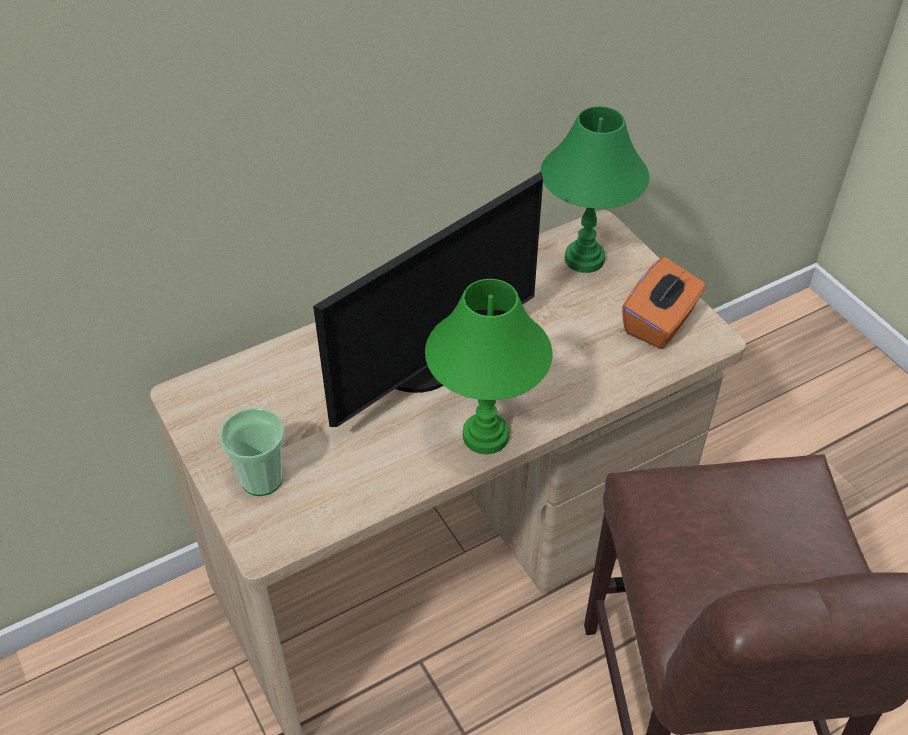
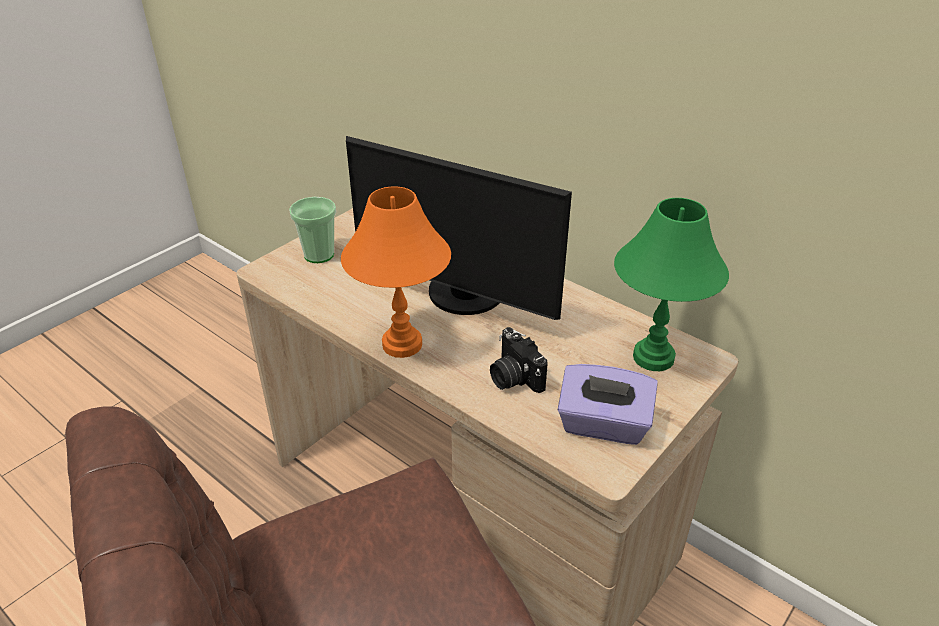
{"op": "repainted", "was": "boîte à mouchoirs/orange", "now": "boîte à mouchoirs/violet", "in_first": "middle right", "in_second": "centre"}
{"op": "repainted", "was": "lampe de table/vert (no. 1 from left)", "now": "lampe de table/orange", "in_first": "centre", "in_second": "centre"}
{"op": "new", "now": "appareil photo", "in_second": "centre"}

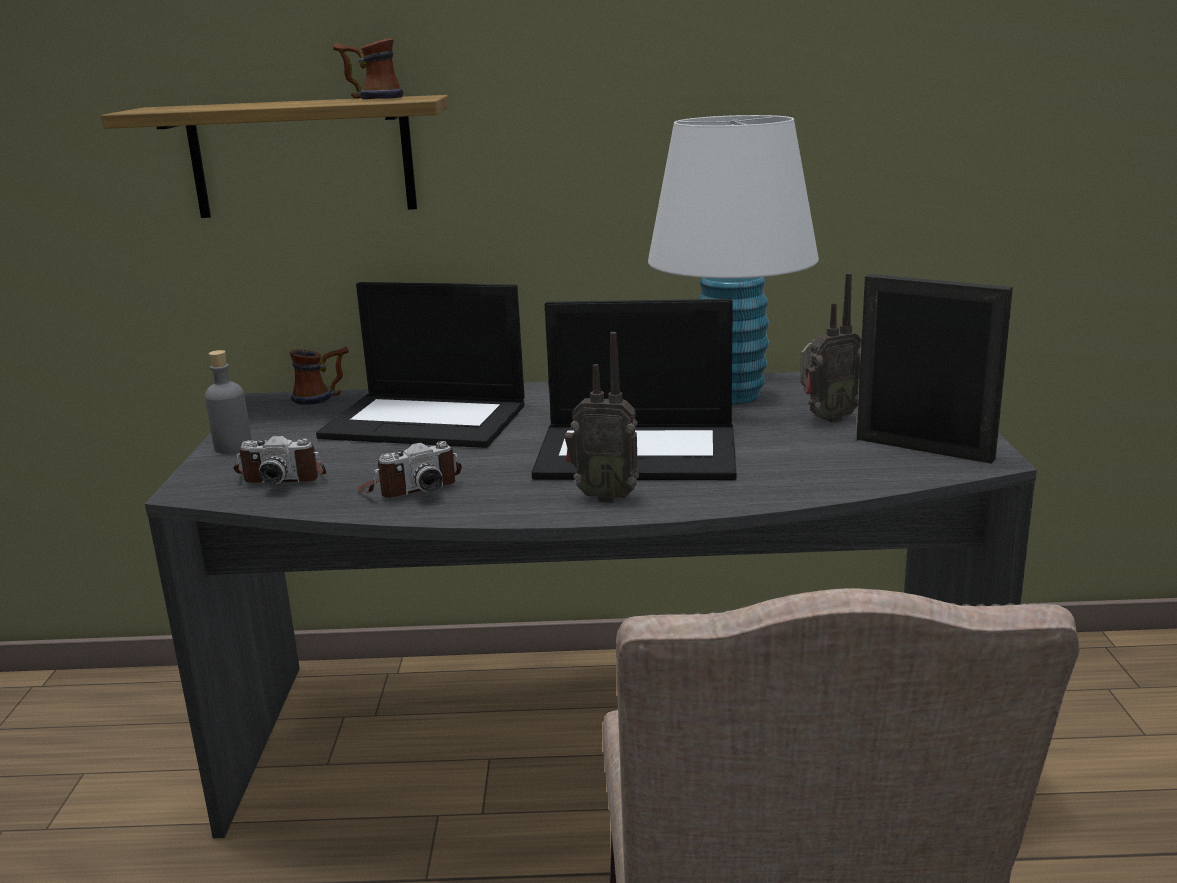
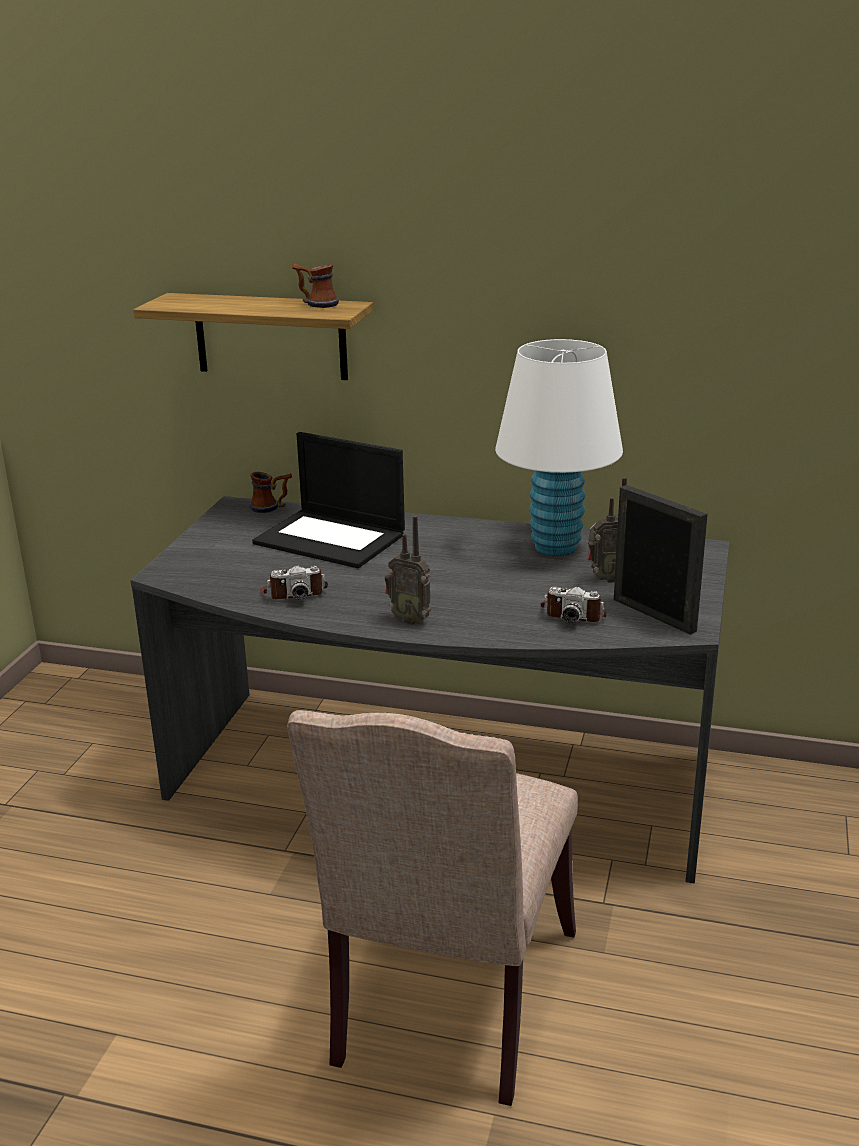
{"op": "gone", "was": "ordinateur portable (no. 2 from left)", "in_first": "centre"}
{"op": "gone", "was": "bouteille/gris", "in_first": "middle left"}
{"op": "shifted", "was": "appareil photo (no. 1 from left in the first image)", "now": "appareil photo (no. 2 from left)", "in_first": "middle left", "in_second": "middle right"}

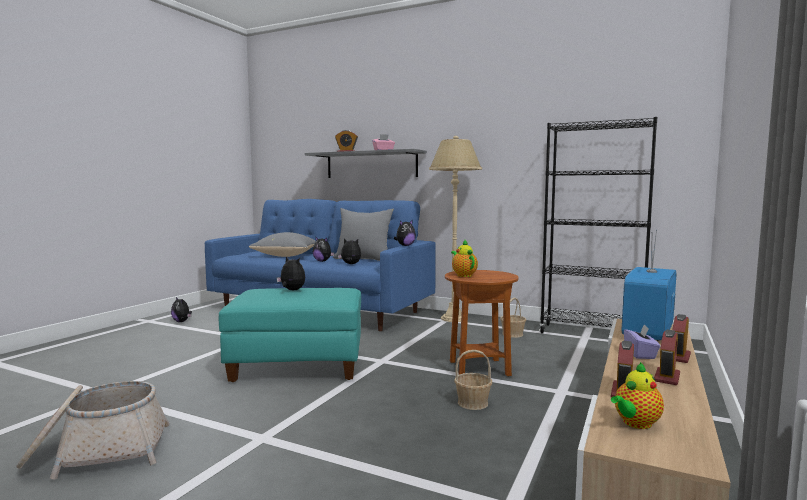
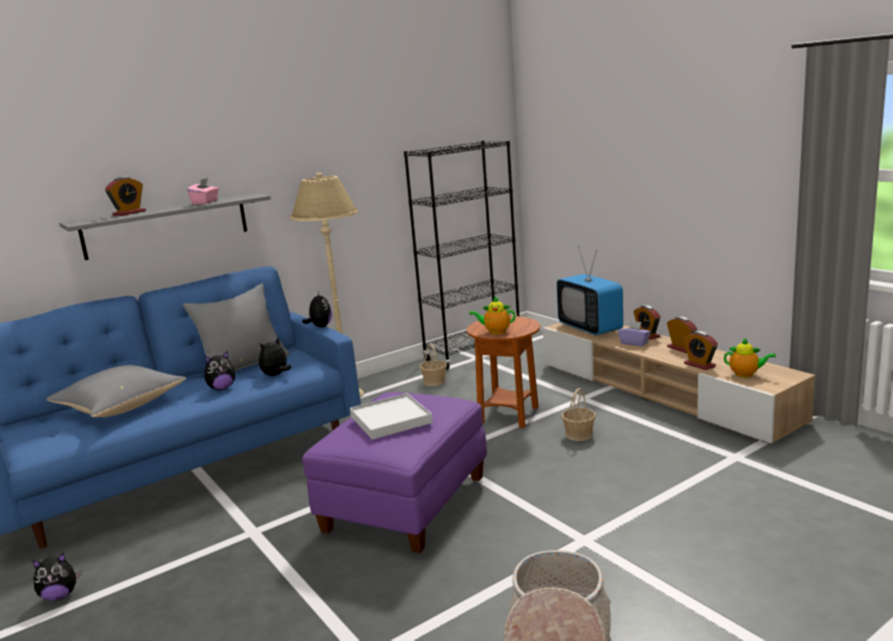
{"op": "swapped", "was": "peluche (no. 2 from left)", "now": "plateau/blanc", "in_first": "centre", "in_second": "centre"}
{"op": "repainted", "was": "pouf/turquoise", "now": "pouf/violet", "in_first": "bottom centre", "in_second": "bottom centre"}
{"op": "rotated", "was": "théière (no. 2 from left)", "in_first": "bottom right", "in_second": "middle right", "clockwise": -60}

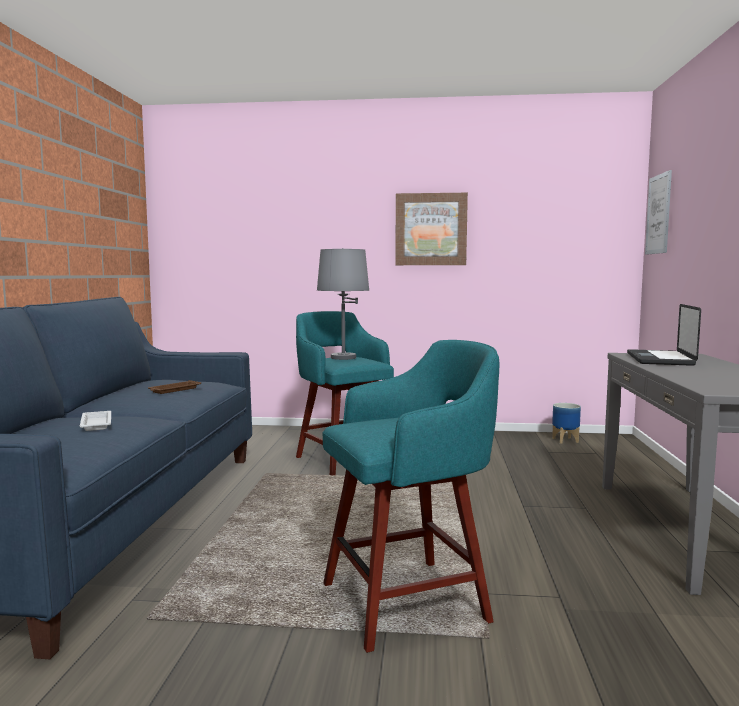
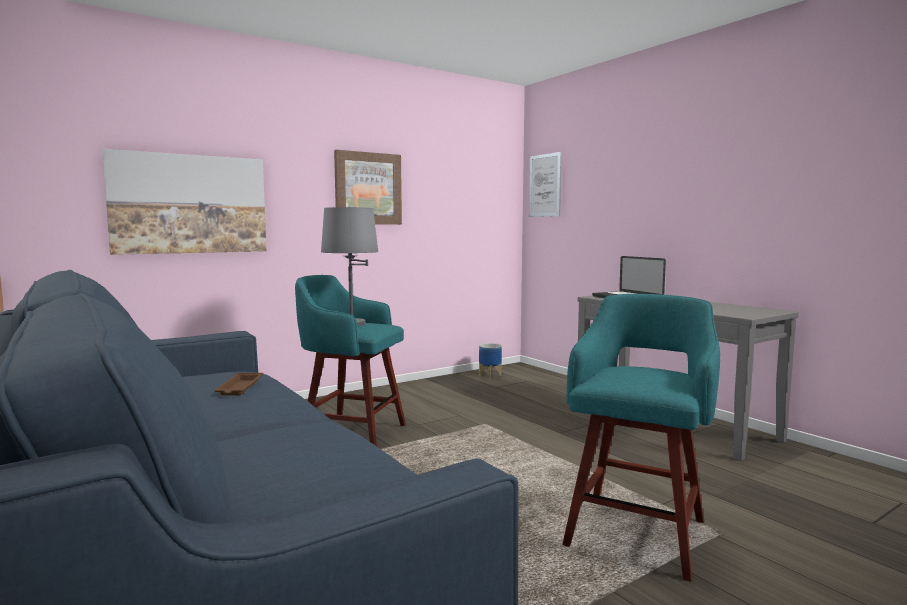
{"op": "gone", "was": "plateau/blanc", "in_first": "middle left"}
{"op": "new", "now": "tableau (no. 1 from left)", "in_second": "middle left"}

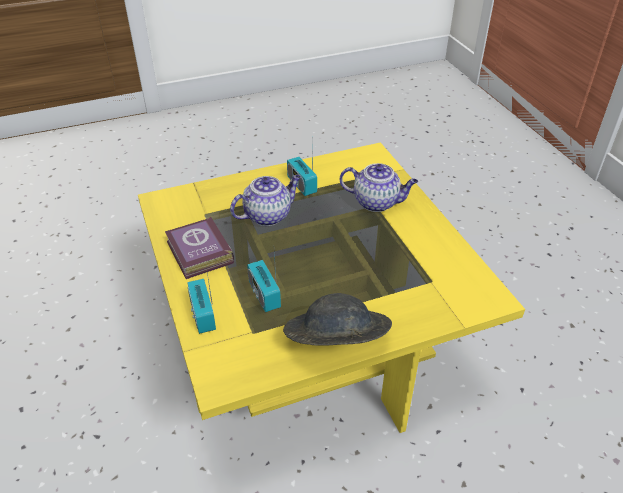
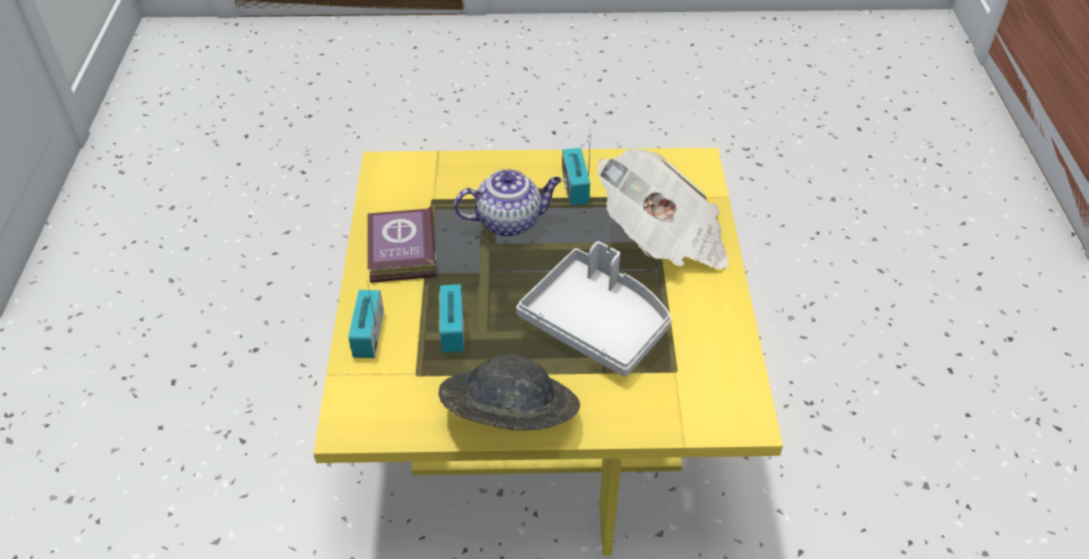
{"op": "swapped", "was": "théière (no. 2 from left)", "now": "journal", "in_first": "centre", "in_second": "centre"}
{"op": "new", "now": "plateau/gris", "in_second": "centre"}

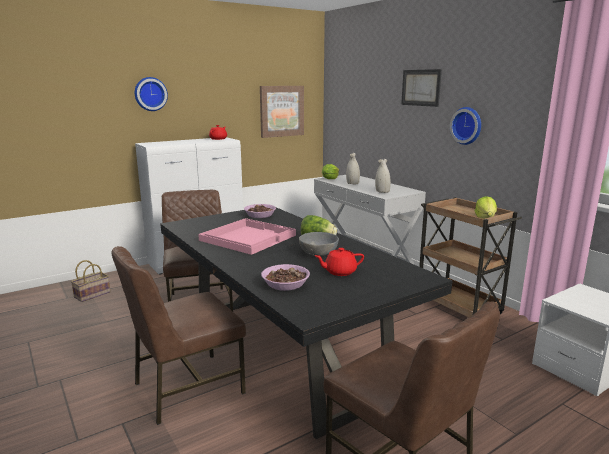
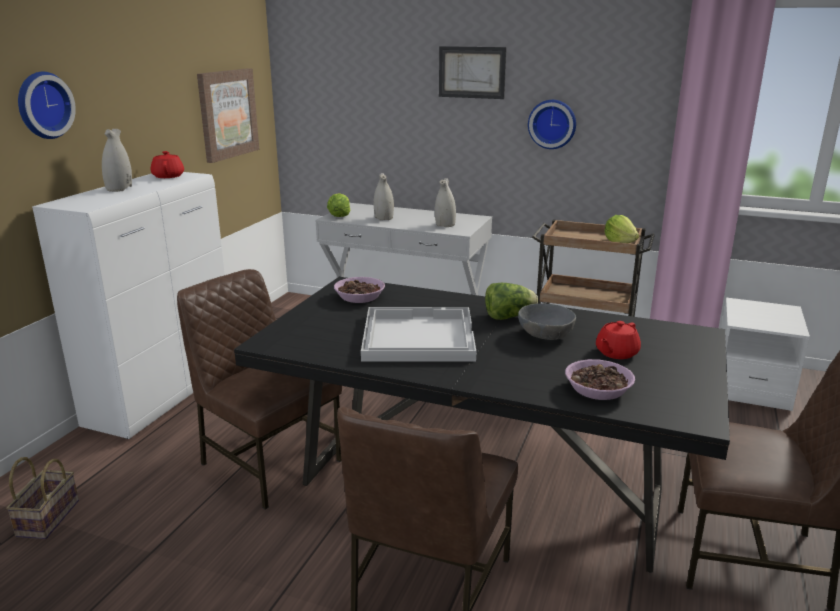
{"op": "repainted", "was": "plateau/rose", "now": "plateau/blanc", "in_first": "centre", "in_second": "centre"}
{"op": "new", "now": "vase/blanc (no. 1 from left)", "in_second": "top left"}

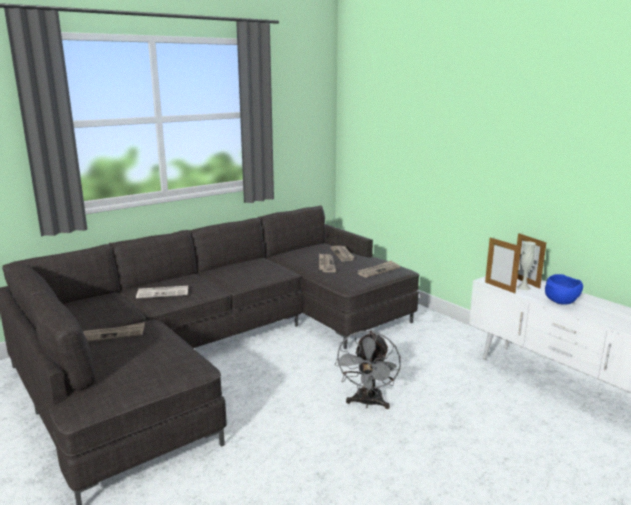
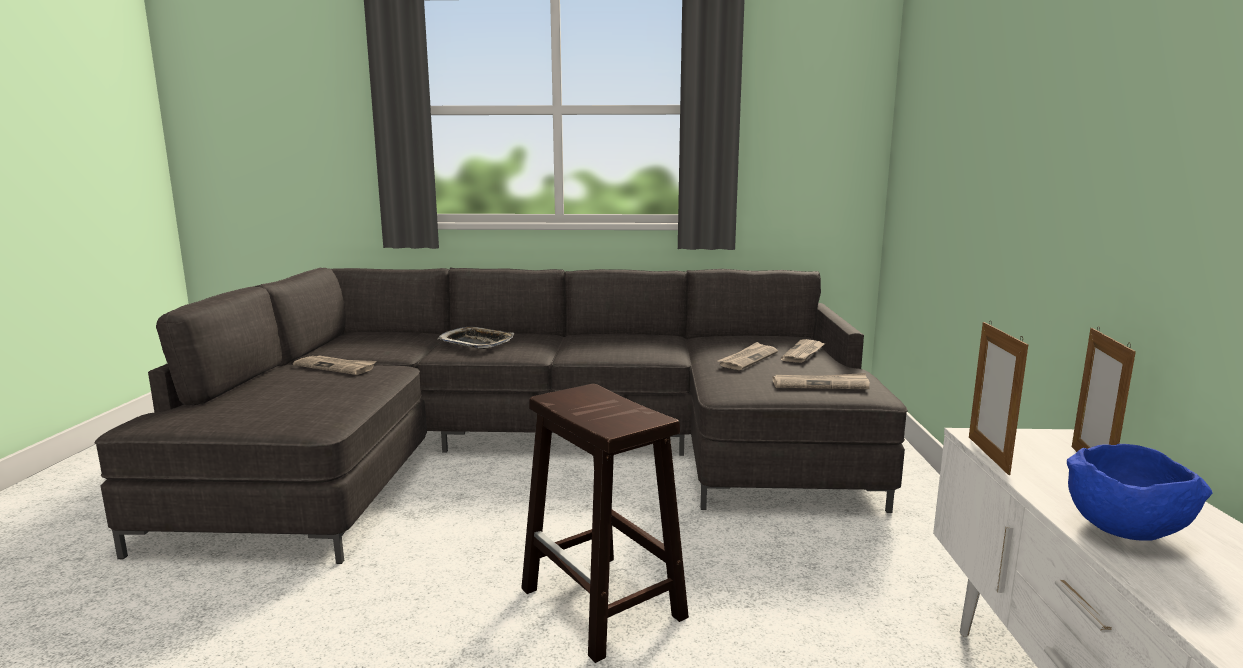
{"op": "gone", "was": "vase/blanc", "in_first": "middle right"}
{"op": "swapped", "was": "journal (no. 2 from left)", "now": "plateau", "in_first": "middle left", "in_second": "centre"}
{"op": "swapped", "was": "ventilateur/gris", "now": "tabouret/marron", "in_first": "bottom centre", "in_second": "bottom centre"}

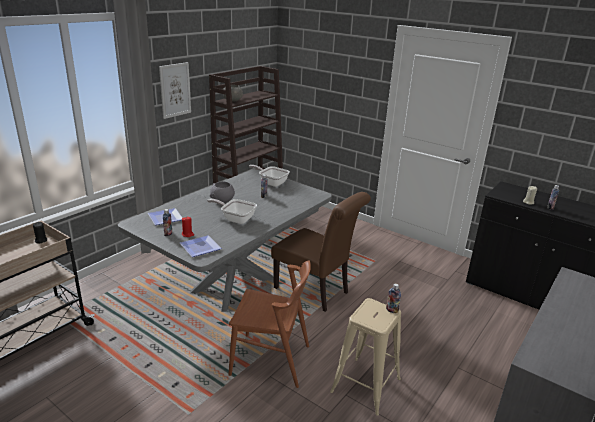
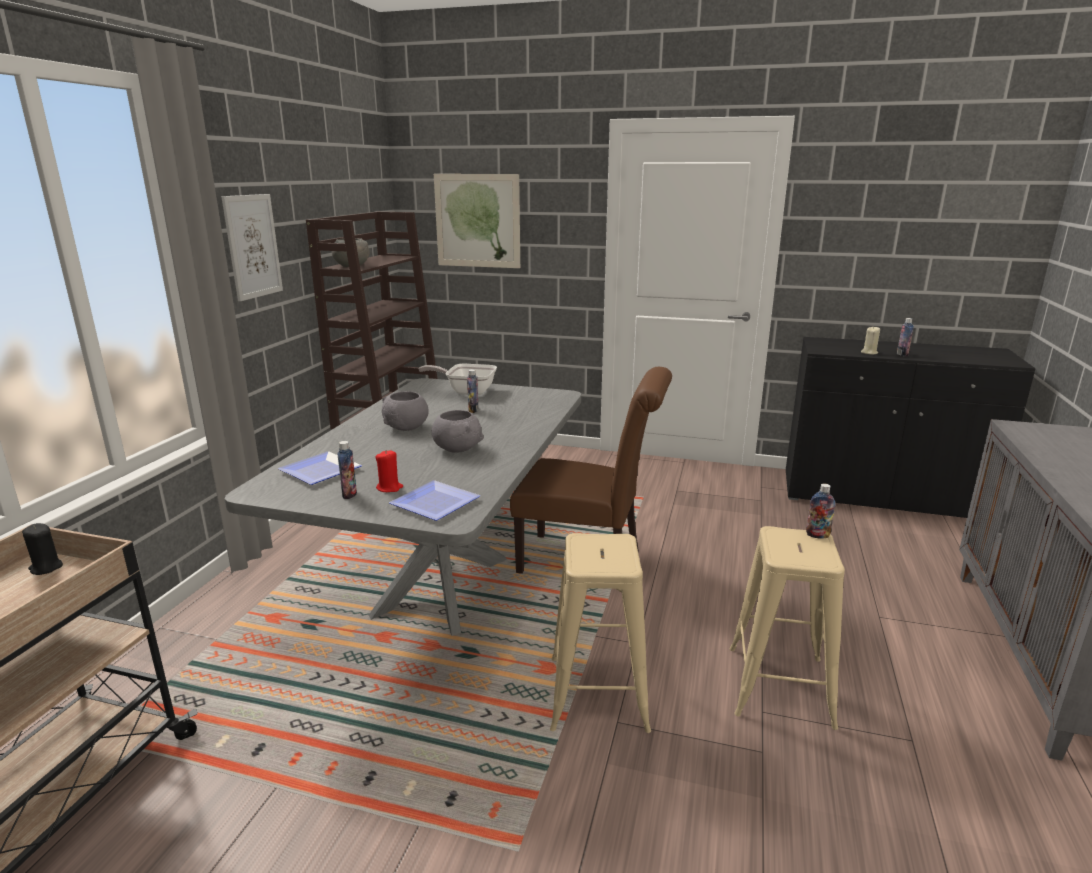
{"op": "swapped", "was": "poêle (no. 1 from left)", "now": "bol/gris (no. 3 from left)", "in_first": "centre", "in_second": "centre"}
{"op": "swapped", "was": "chaise/marron (no. 1 from left)", "now": "tabouret/beige (no. 1 from left)", "in_first": "bottom centre", "in_second": "bottom centre"}
{"op": "new", "now": "tableau (no. 2 from left)", "in_second": "top centre"}

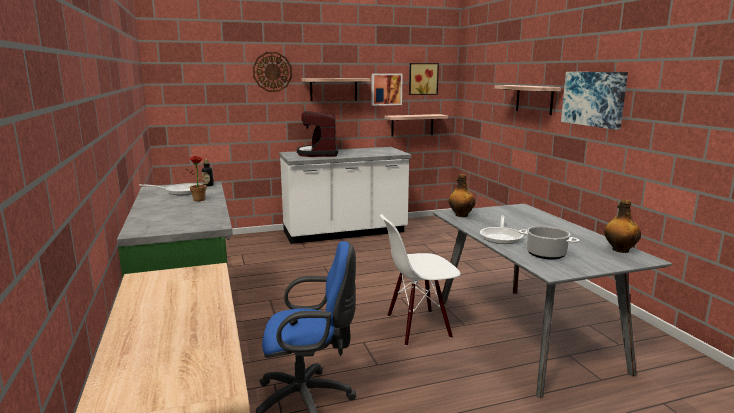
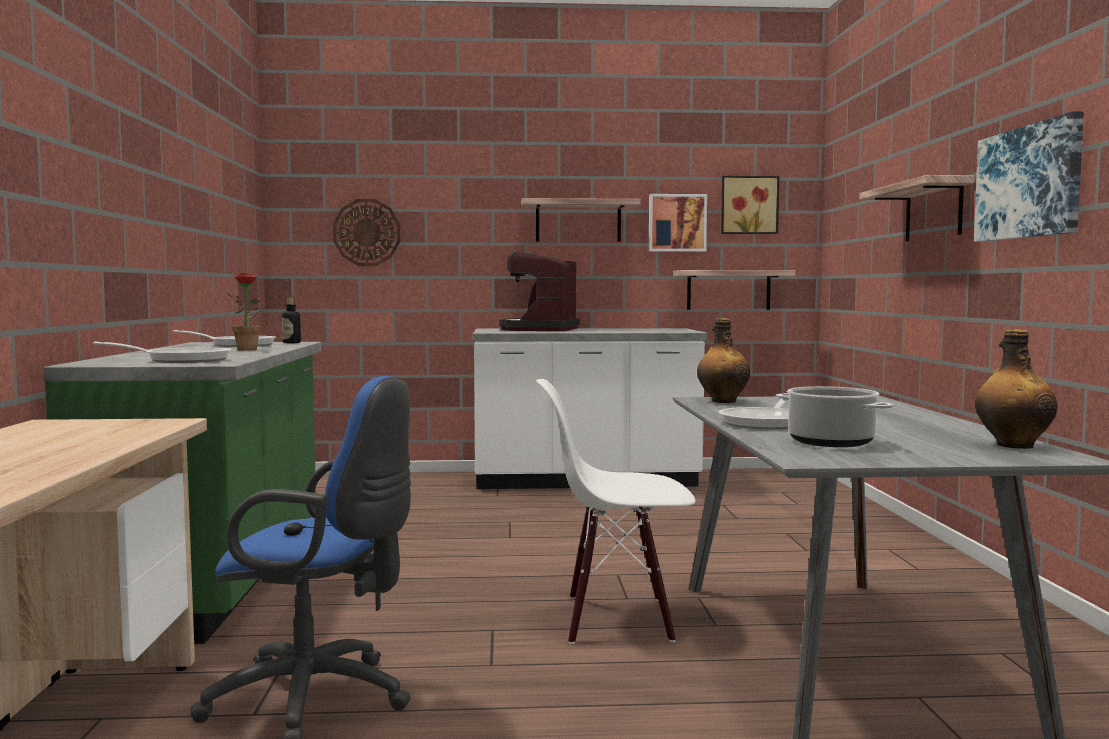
{"op": "shifted", "was": "horloge murale", "in_first": "top centre", "in_second": "top left"}
{"op": "new", "now": "poêle (no. 1 from left)", "in_second": "middle left"}

